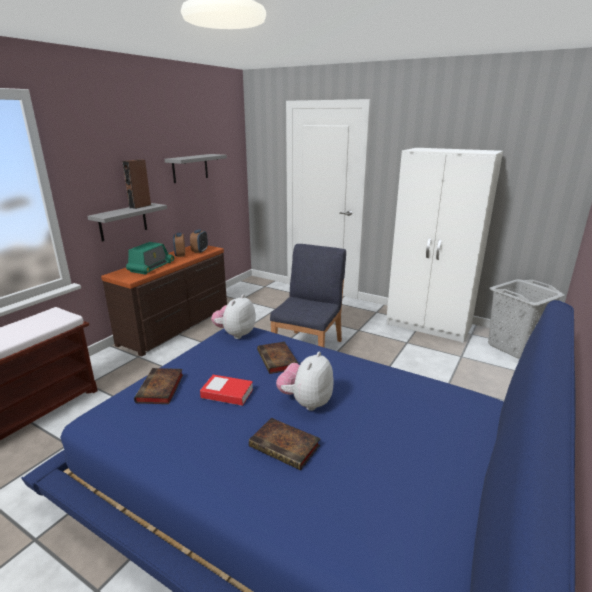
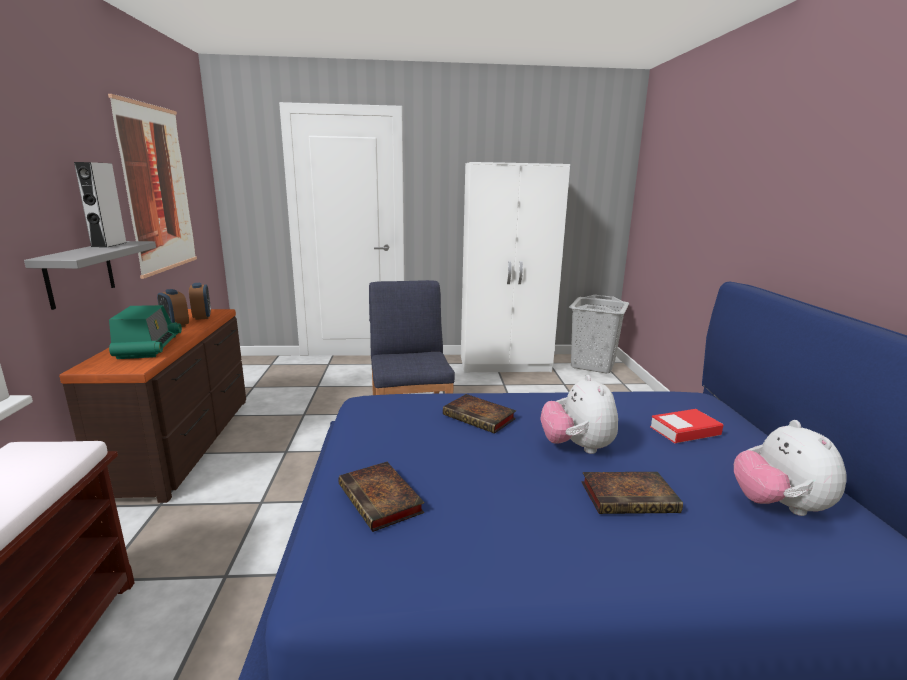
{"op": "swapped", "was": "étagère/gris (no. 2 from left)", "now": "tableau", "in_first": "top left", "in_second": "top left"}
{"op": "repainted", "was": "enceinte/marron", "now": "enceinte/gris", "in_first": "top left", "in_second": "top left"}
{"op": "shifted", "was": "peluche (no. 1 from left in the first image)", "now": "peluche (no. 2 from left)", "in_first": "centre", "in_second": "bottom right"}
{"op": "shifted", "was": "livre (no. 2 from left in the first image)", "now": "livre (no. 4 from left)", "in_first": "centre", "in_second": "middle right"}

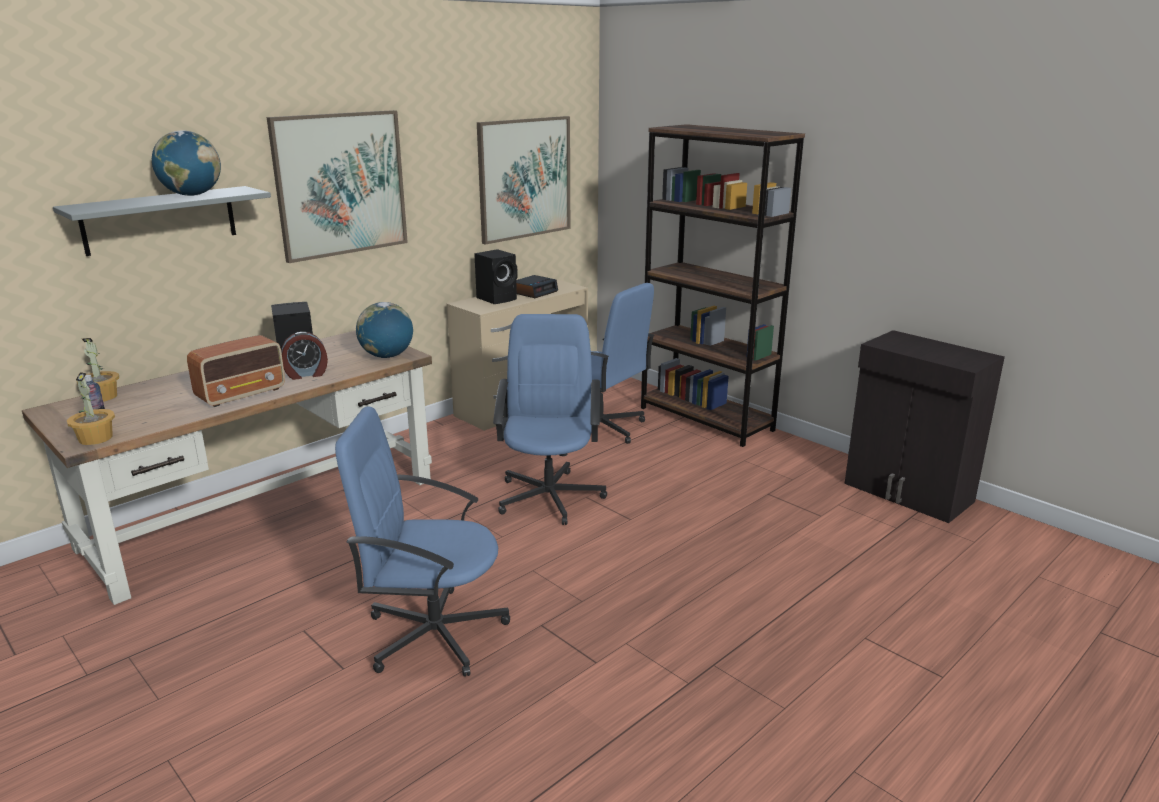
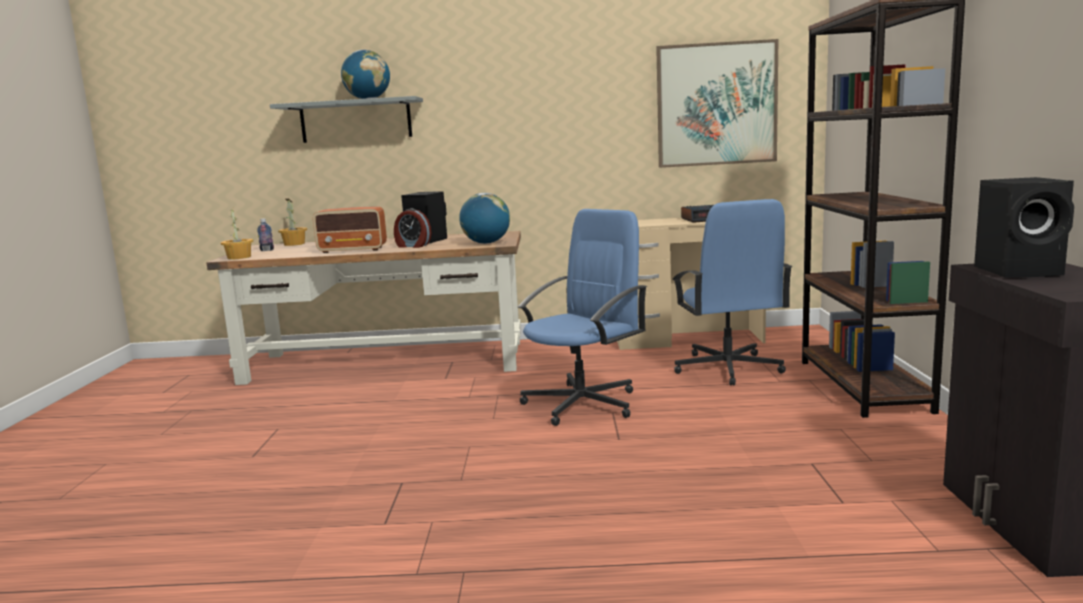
{"op": "gone", "was": "tableau (no. 1 from left)", "in_first": "top left"}
{"op": "shifted", "was": "enceinte/noir (no. 2 from left)", "in_first": "centre", "in_second": "middle right"}
{"op": "gone", "was": "chaise de bureau/bleu (no. 1 from left)", "in_first": "bottom centre"}

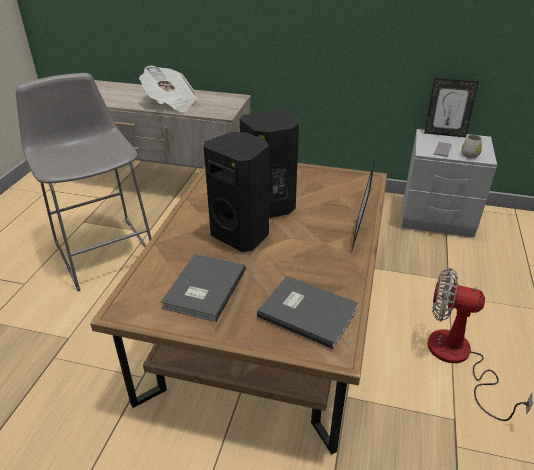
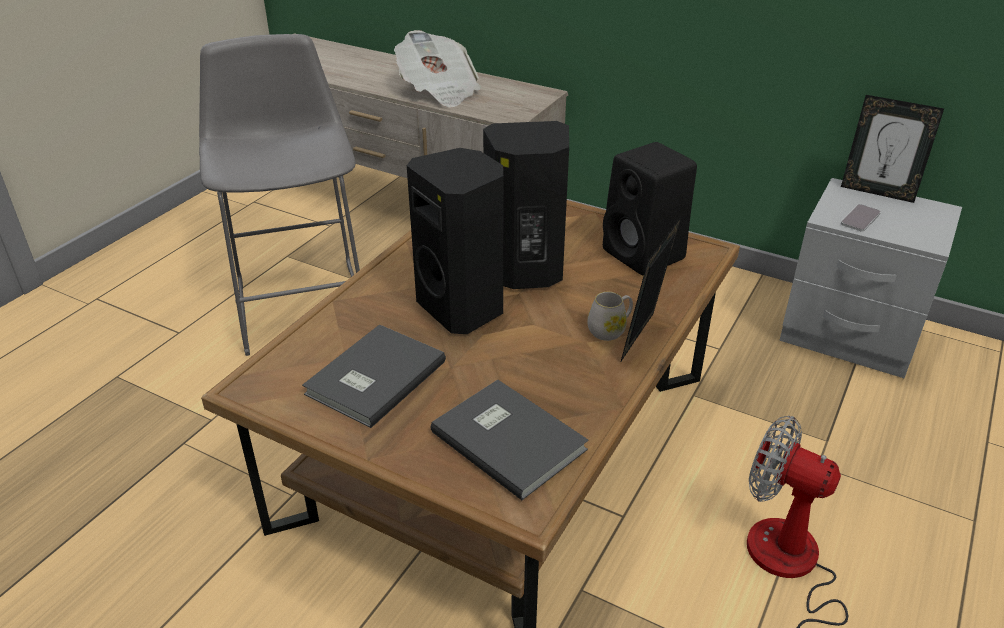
{"op": "shifted", "was": "mug/blanc", "in_first": "top right", "in_second": "centre"}
{"op": "new", "now": "enceinte/noir (no. 3 from left)", "in_second": "top centre"}

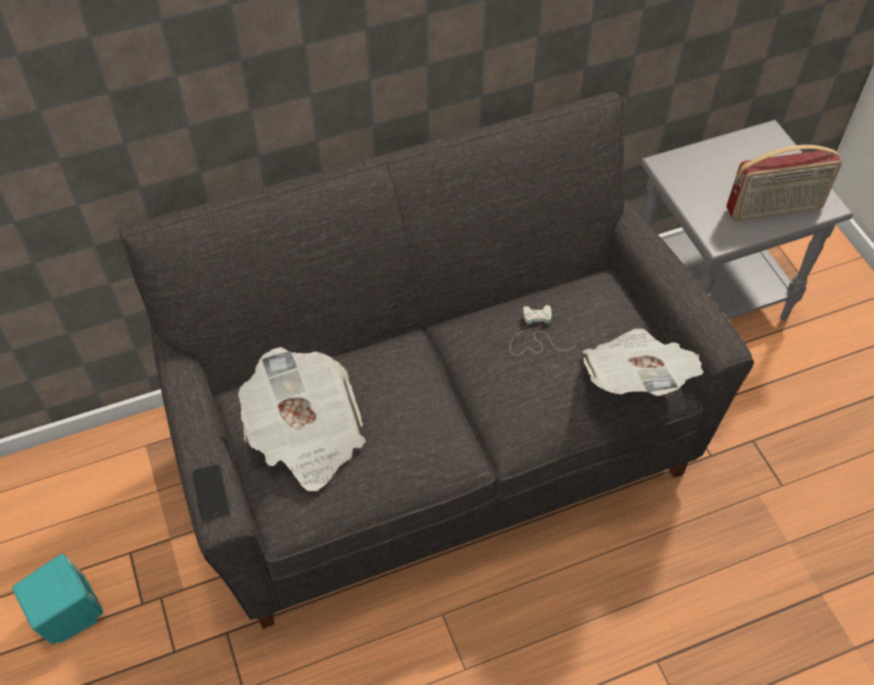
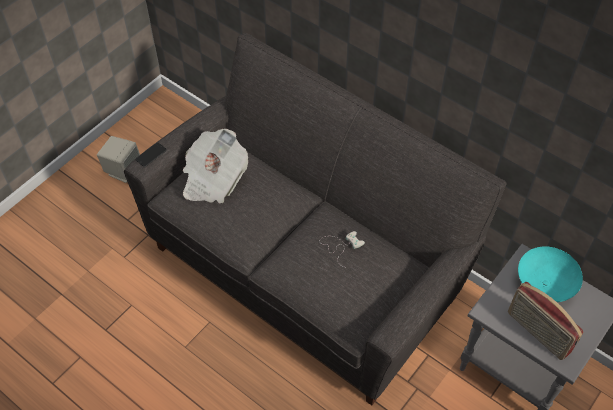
{"op": "gone", "was": "journal (no. 2 from left)", "in_first": "middle right"}
{"op": "repainted", "was": "enceinte/turquoise", "now": "enceinte/beige", "in_first": "bottom left", "in_second": "middle left"}
{"op": "new", "now": "bol/turquoise", "in_second": "bottom right"}

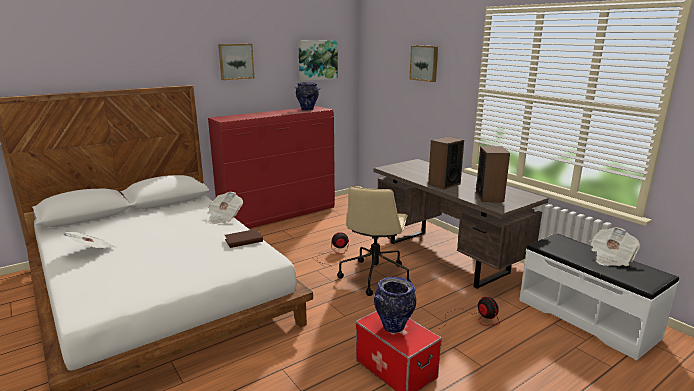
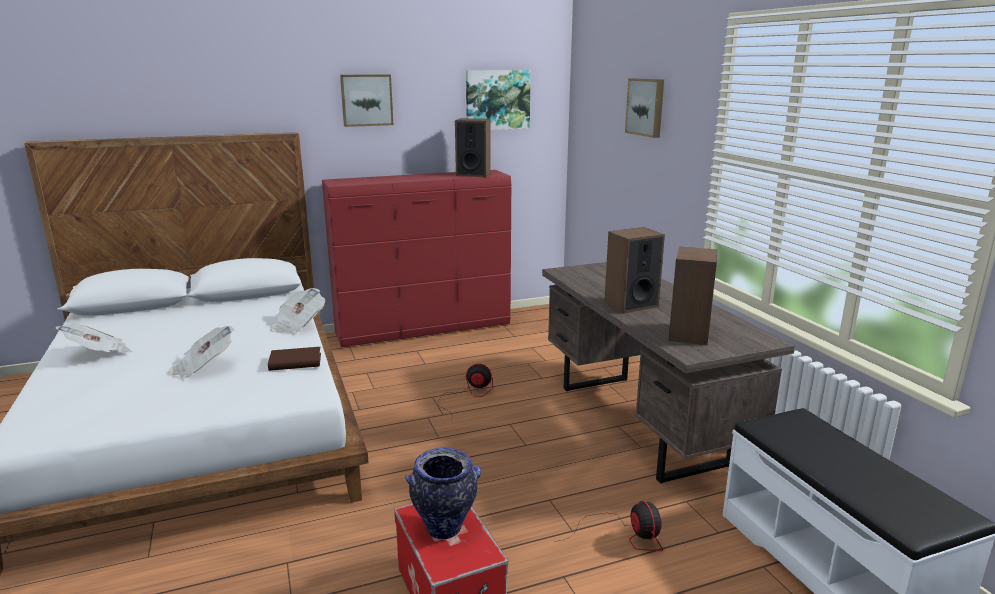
{"op": "swapped", "was": "vase (no. 1 from left)", "now": "enceinte (no. 1 from left)", "in_first": "top centre", "in_second": "top centre"}
{"op": "gone", "was": "chaise de bureau/beige", "in_first": "centre"}
{"op": "shifted", "was": "journal (no. 3 from left in the first image)", "now": "journal (no. 2 from left)", "in_first": "middle right", "in_second": "middle left"}

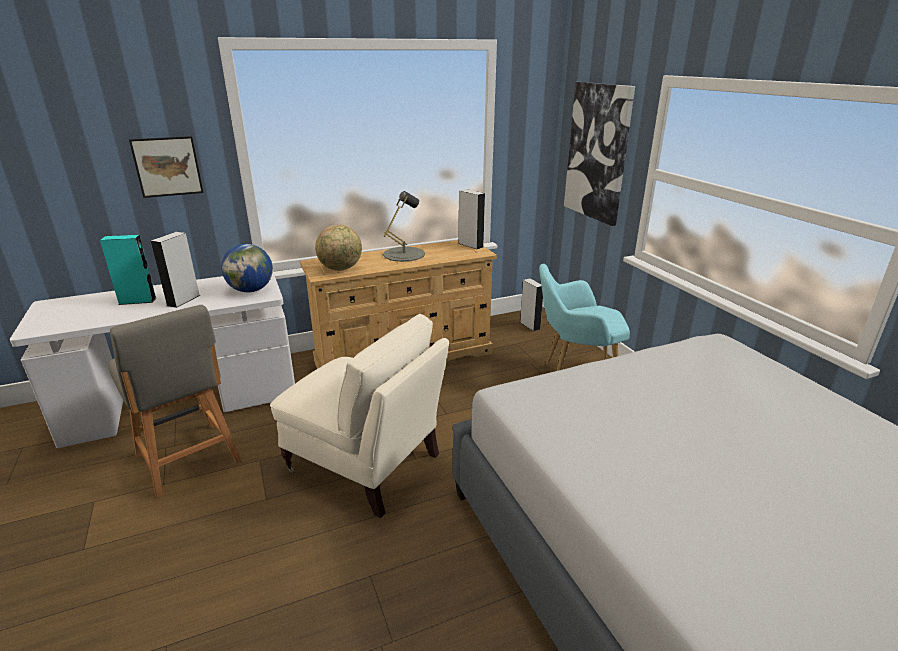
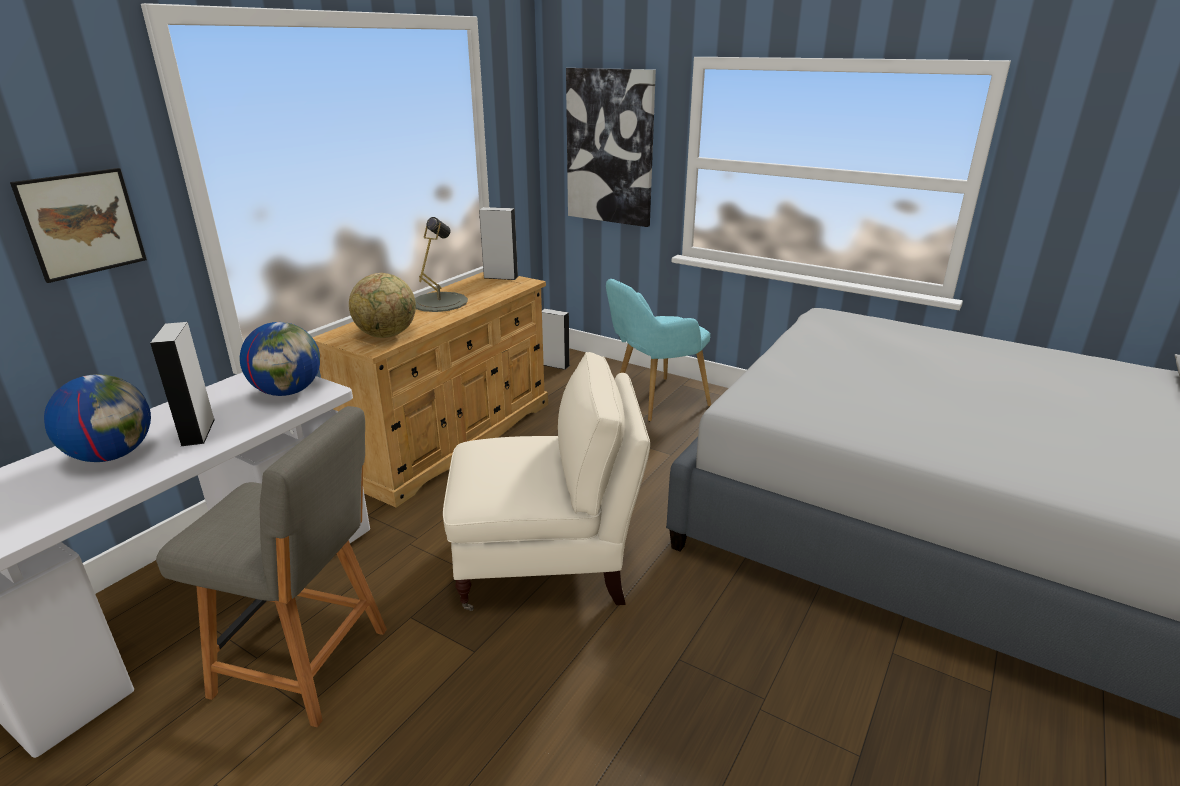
{"op": "swapped", "was": "enceinte/turquoise", "now": "globe (no. 1 from left)", "in_first": "middle left", "in_second": "middle left"}

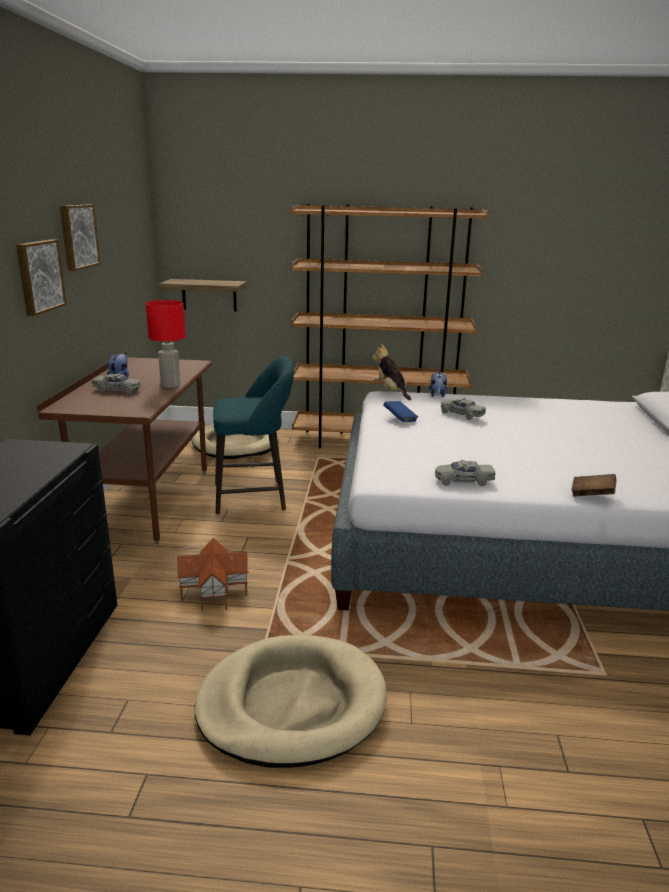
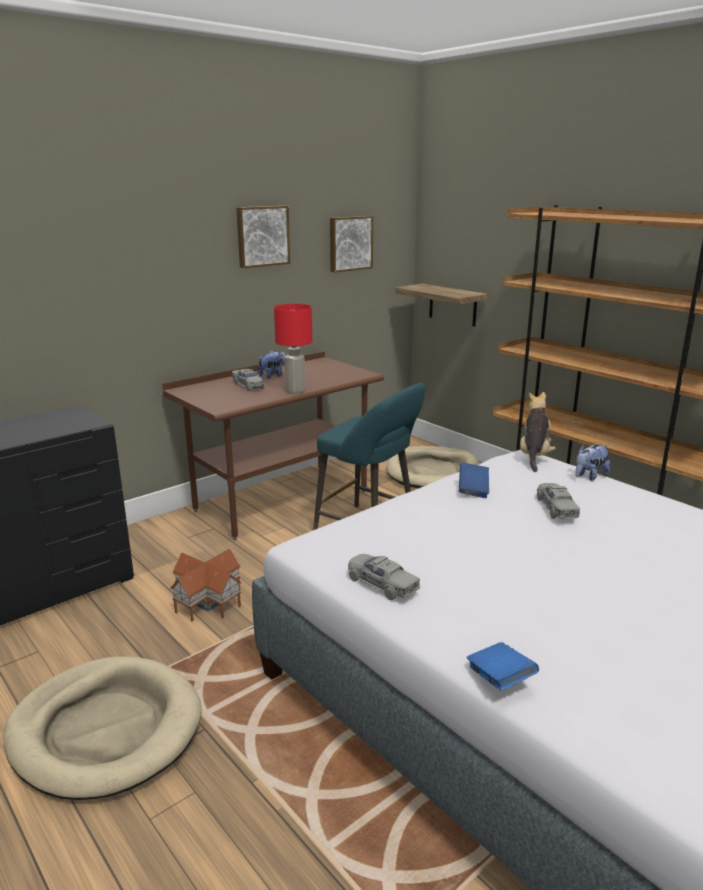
{"op": "shifted", "was": "tableau (no. 1 from left in the first image)", "now": "tableau (no. 2 from left)", "in_first": "top left", "in_second": "top centre"}
{"op": "repainted", "was": "livre/marron", "now": "livre/bleu (no. 2 from left)", "in_first": "middle right", "in_second": "bottom right"}

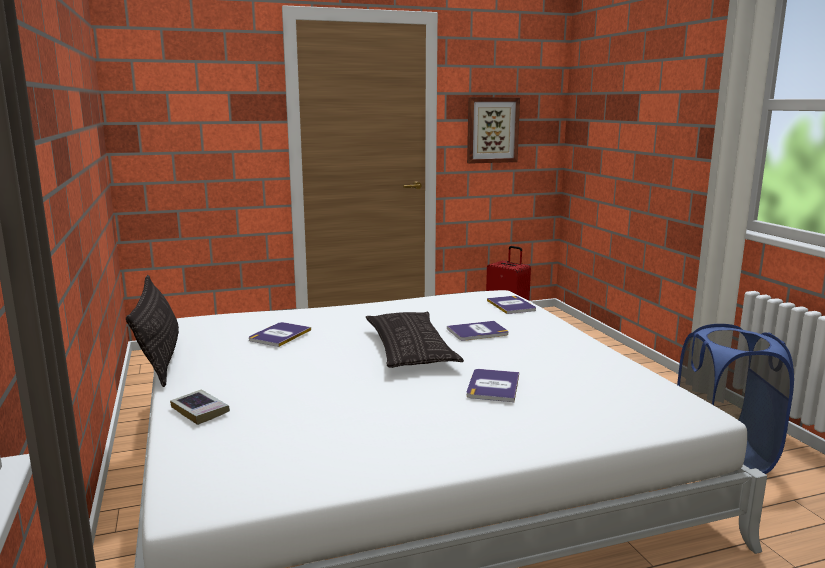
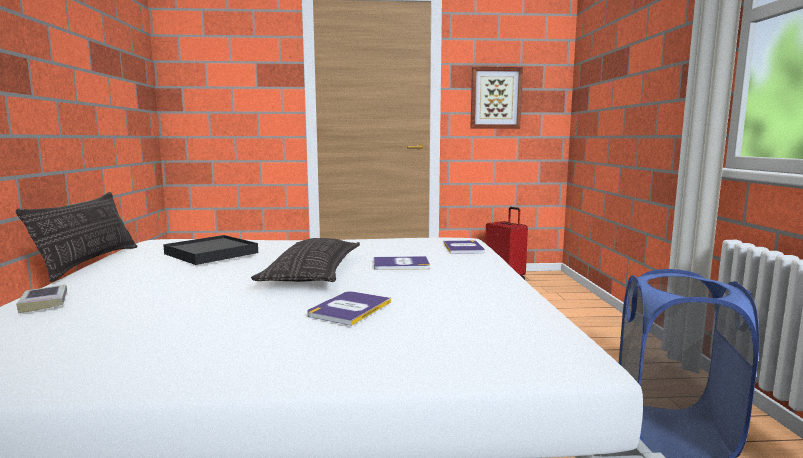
{"op": "swapped", "was": "livre (no. 2 from left)", "now": "plateau/noir", "in_first": "centre", "in_second": "middle left"}

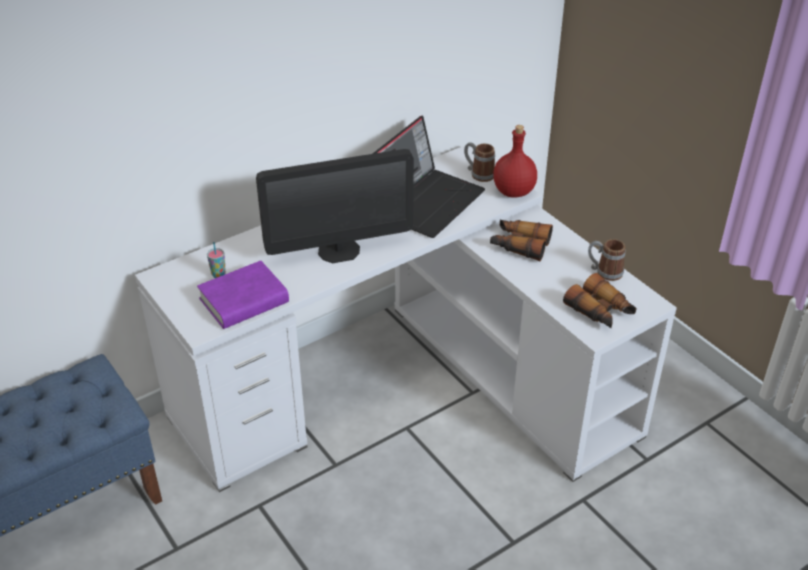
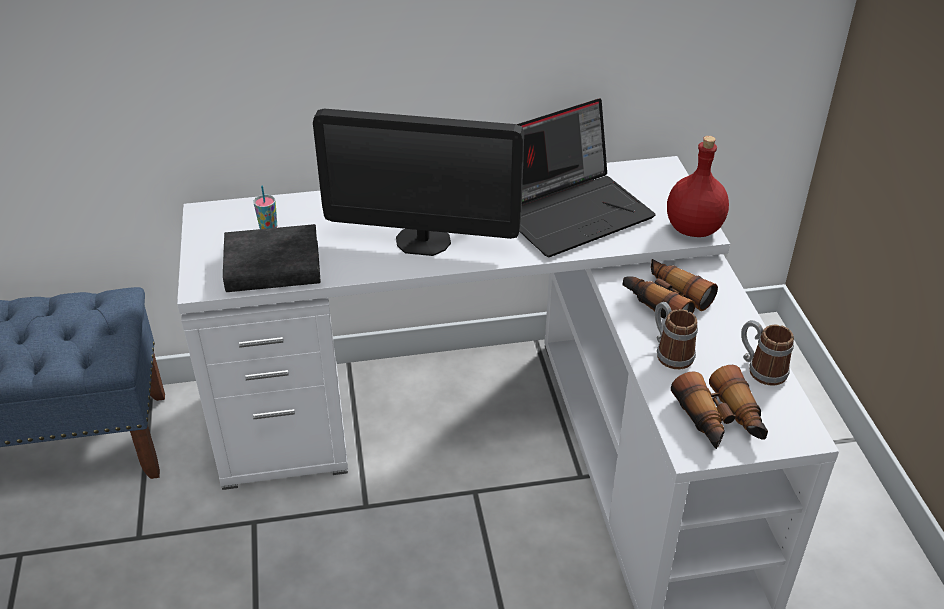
{"op": "shifted", "was": "mug (no. 1 from left)", "in_first": "top centre", "in_second": "middle right"}
{"op": "repainted", "was": "livre/violet", "now": "livre/noir", "in_first": "middle left", "in_second": "middle left"}

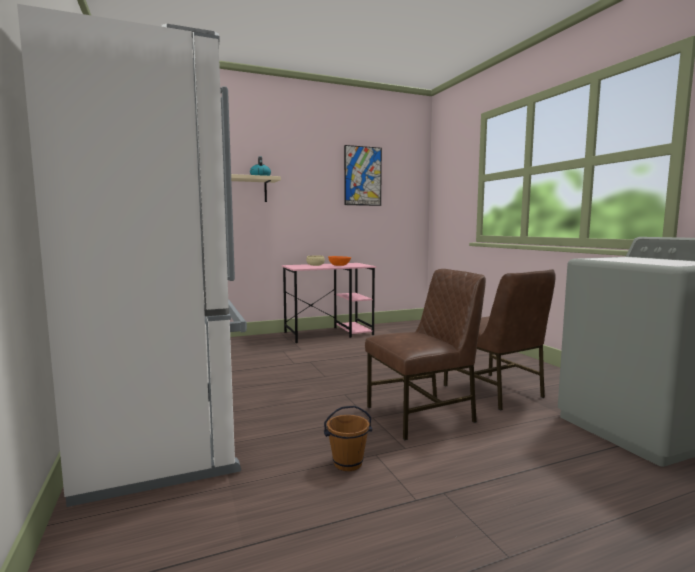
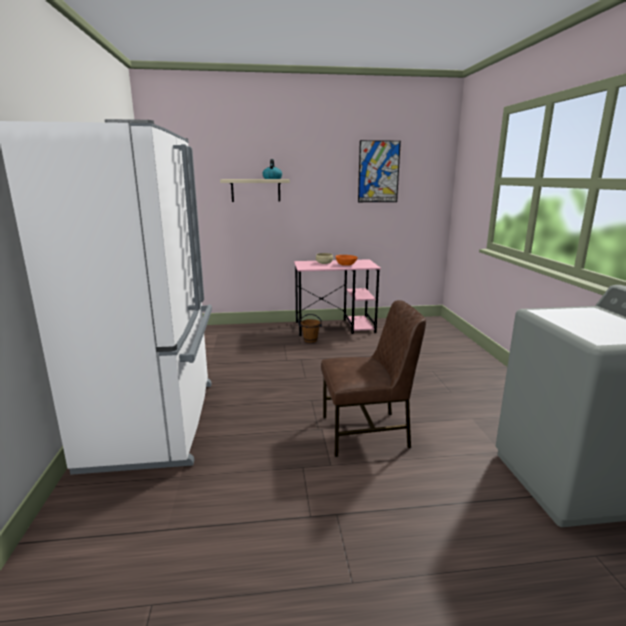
{"op": "gone", "was": "chaise/marron (no. 2 from left)", "in_first": "middle right"}
{"op": "shifted", "was": "seau/marron", "in_first": "bottom centre", "in_second": "centre"}

